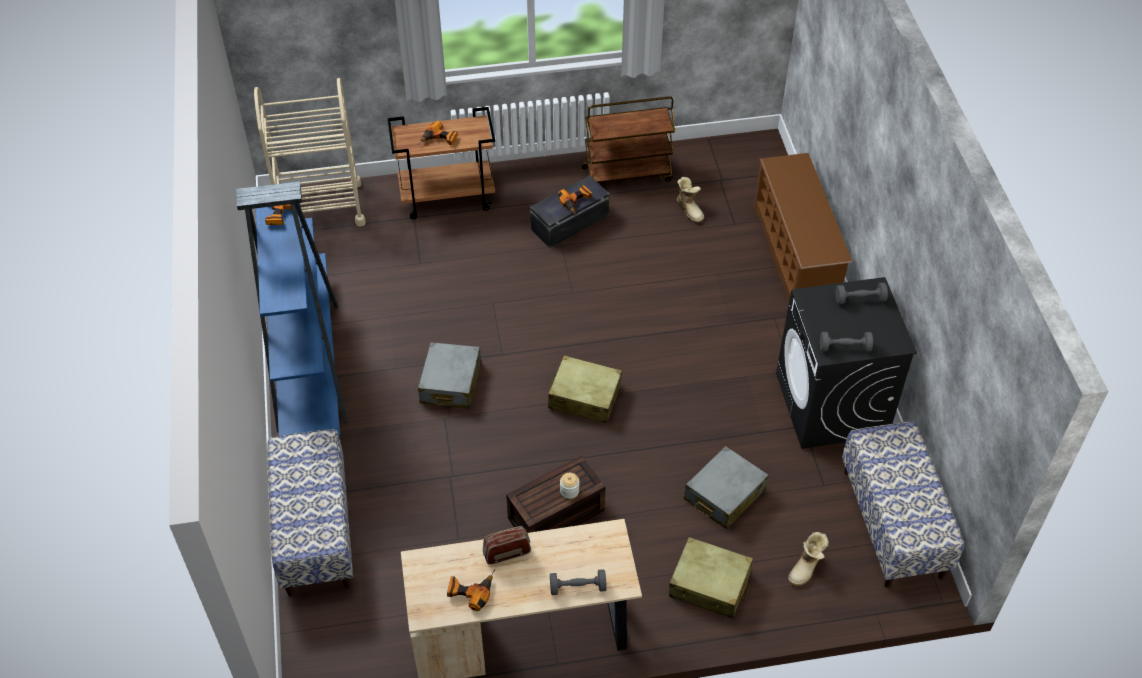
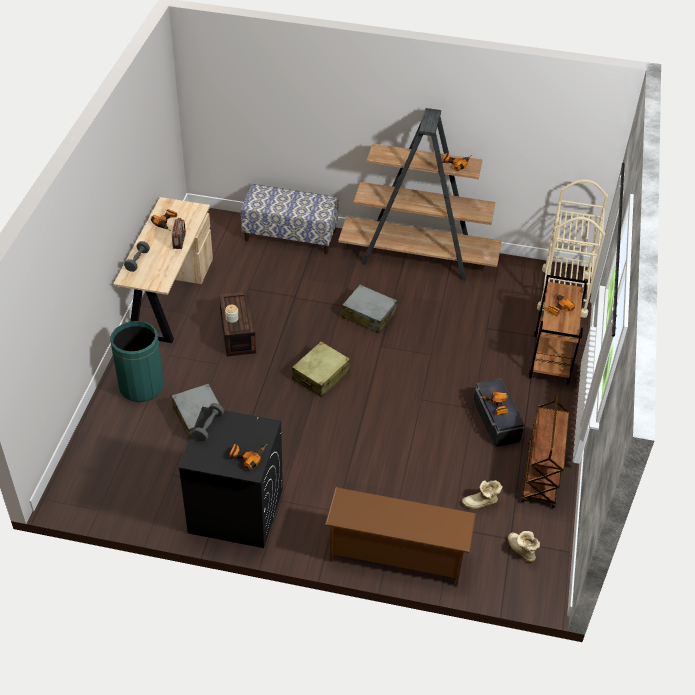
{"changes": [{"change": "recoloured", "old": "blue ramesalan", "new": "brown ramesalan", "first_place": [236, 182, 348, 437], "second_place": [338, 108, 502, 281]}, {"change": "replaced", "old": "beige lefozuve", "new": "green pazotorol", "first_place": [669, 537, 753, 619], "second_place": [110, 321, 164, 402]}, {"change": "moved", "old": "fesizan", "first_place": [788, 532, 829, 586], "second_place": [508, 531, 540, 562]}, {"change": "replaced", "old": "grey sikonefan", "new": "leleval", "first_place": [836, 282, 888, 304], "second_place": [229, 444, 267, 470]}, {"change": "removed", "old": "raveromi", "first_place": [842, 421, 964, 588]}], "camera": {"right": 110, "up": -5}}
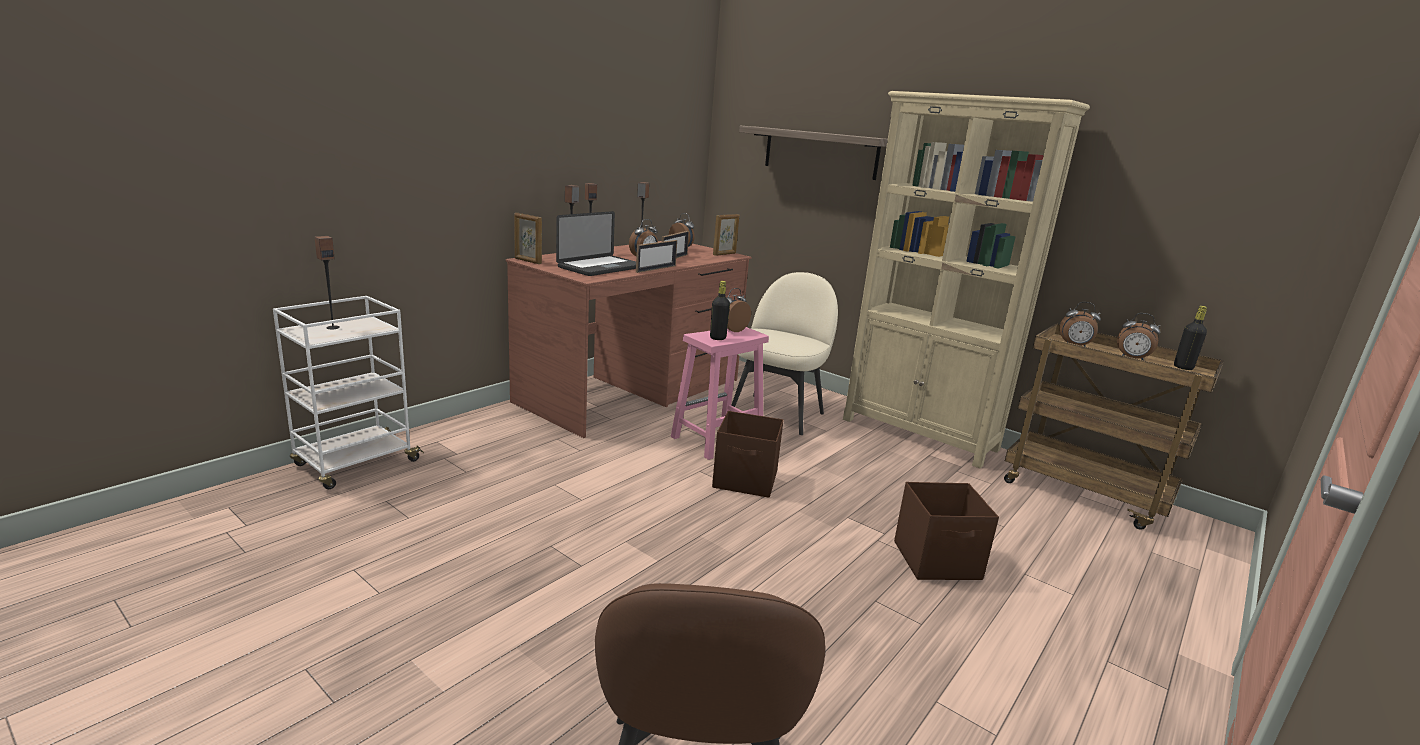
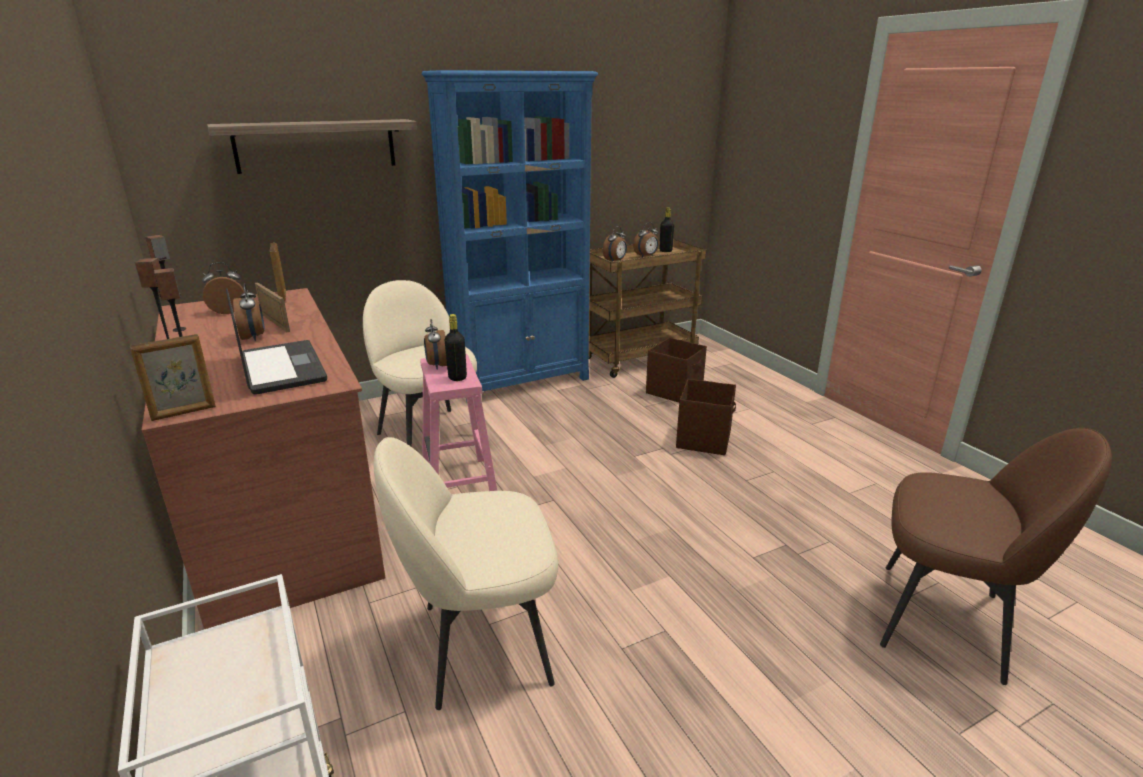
{"changes": [{"change": "removed", "old": "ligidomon", "first_place": [314, 236, 340, 329]}, {"change": "removed", "old": "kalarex", "first_place": [636, 240, 677, 273]}, {"change": "moved", "old": "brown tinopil", "first_place": [712, 411, 784, 498], "second_place": [646, 338, 707, 403]}, {"change": "recoloured", "old": "beige ramesalan", "new": "blue ramesalan", "first_place": [843, 91, 1090, 468], "second_place": [422, 70, 598, 401]}, {"change": "added", "new": "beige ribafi", "second_place": [374, 437, 558, 710]}], "camera": {"right": -65, "up": 5}}
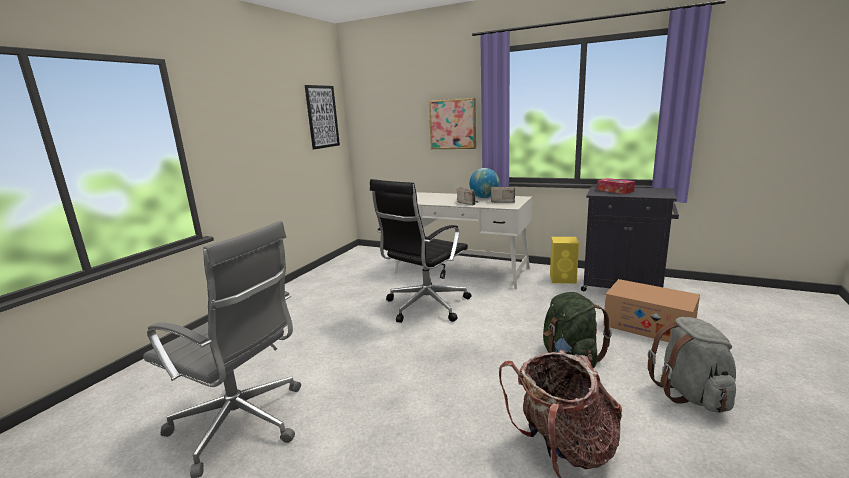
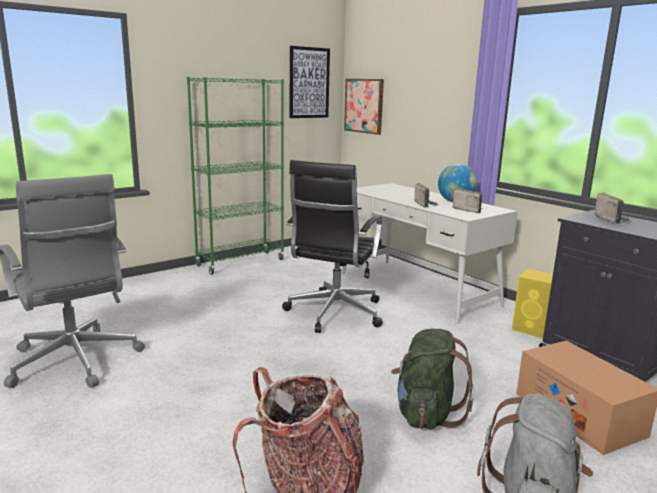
{"changes": [{"change": "turned", "old": "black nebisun", "first_place": [370, 179, 471, 323], "second_place": [282, 160, 383, 333], "degrees": -45}, {"change": "moved", "old": "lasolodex", "first_place": [429, 98, 476, 149], "second_place": [344, 79, 384, 135]}, {"change": "replaced", "old": "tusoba", "new": "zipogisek", "first_place": [597, 178, 635, 194], "second_place": [595, 192, 631, 224]}, {"change": "added", "new": "green ramesalan", "second_place": [187, 77, 284, 275]}], "camera": {"right": 25, "up": 0}}
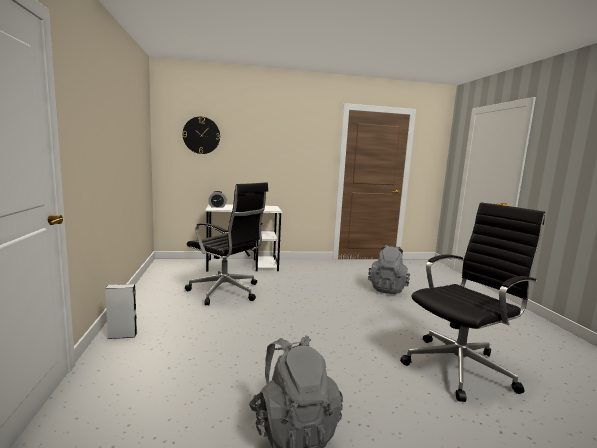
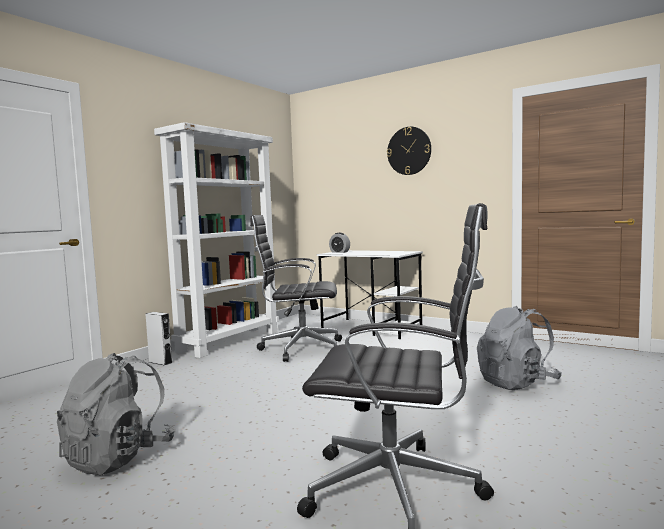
{"changes": [{"change": "moved", "old": "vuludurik", "first_place": [183, 117, 220, 154], "second_place": [387, 127, 431, 175]}, {"change": "turned", "old": "black nebisun", "first_place": [185, 182, 268, 306], "second_place": [250, 215, 342, 362], "degrees": 105}, {"change": "added", "new": "white ramesalan", "second_place": [154, 122, 279, 358]}], "camera": {"right": 45, "up": -5}}
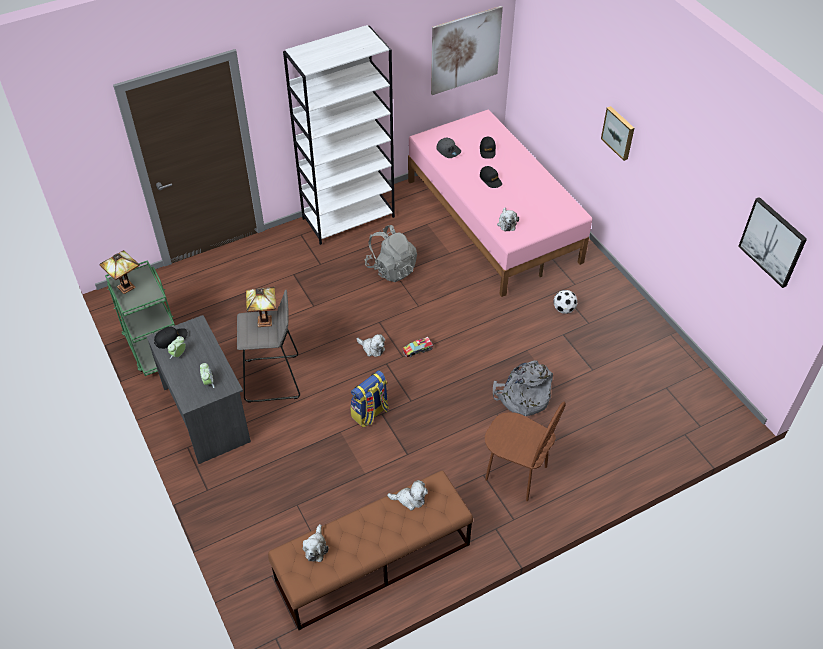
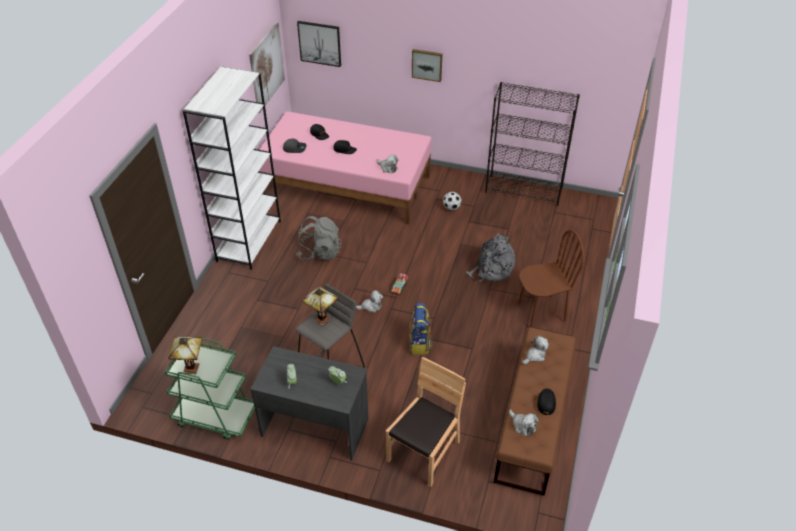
{"changes": [{"change": "moved", "old": "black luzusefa", "first_place": [154, 327, 188, 349], "second_place": [537, 389, 556, 415]}, {"change": "moved", "old": "lasolodex", "first_place": [738, 197, 807, 288], "second_place": [297, 21, 341, 67]}, {"change": "added", "new": "brown ribafi", "second_place": [385, 357, 466, 487]}, {"change": "added", "new": "black ramesalan", "second_place": [485, 82, 580, 206]}], "camera": {"right": -45, "up": -5}}
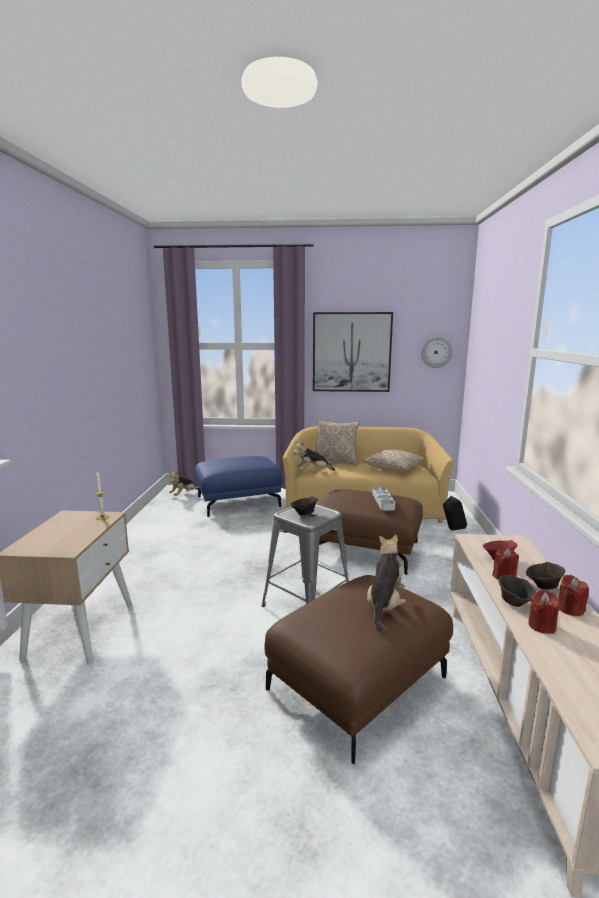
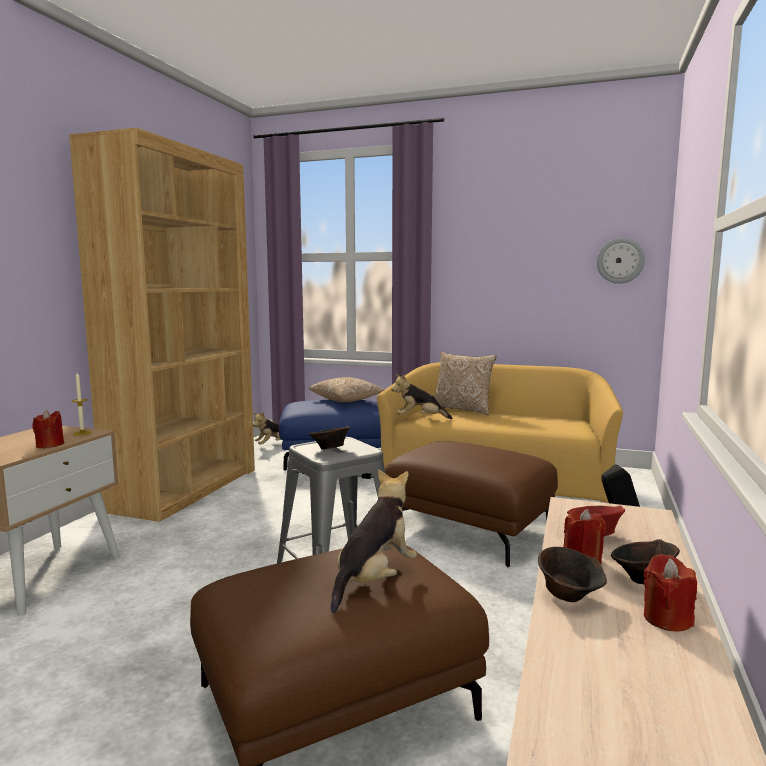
{"changes": [{"change": "removed", "old": "lasolodex", "first_place": [313, 312, 393, 392]}, {"change": "moved", "old": "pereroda", "first_place": [364, 449, 425, 472], "second_place": [309, 377, 385, 402]}, {"change": "removed", "old": "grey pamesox", "first_place": [372, 486, 395, 511]}, {"change": "moved", "old": "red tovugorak", "first_place": [528, 590, 560, 634], "second_place": [32, 410, 64, 448]}, {"change": "added", "new": "brown ramesalan", "second_place": [69, 128, 255, 522]}], "camera": {"right": 15, "up": -5}}
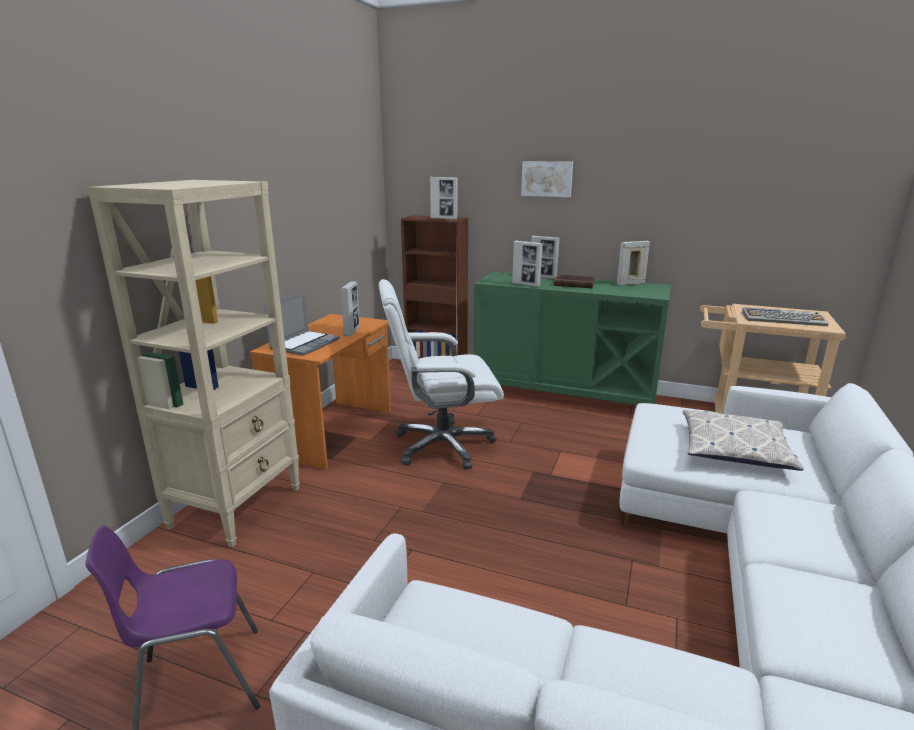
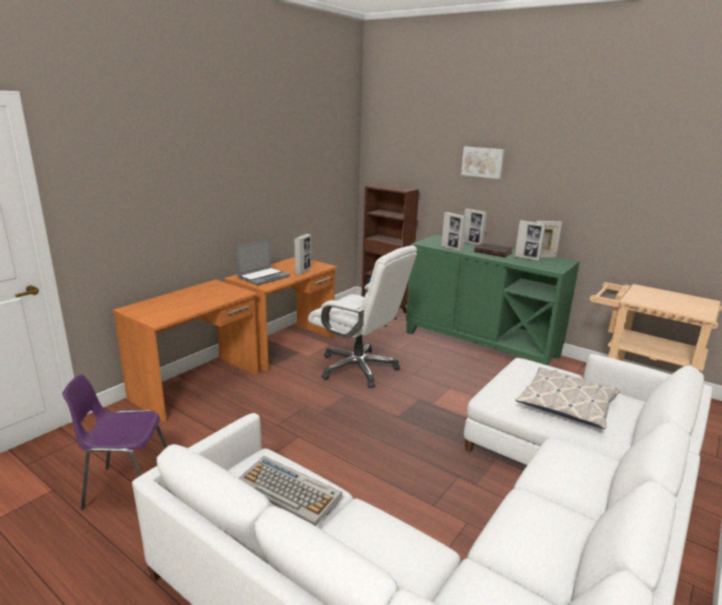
{"changes": [{"change": "replaced", "old": "beige ramesalan", "new": "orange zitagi", "first_place": [87, 180, 300, 547], "second_place": [113, 279, 258, 422]}, {"change": "turned", "old": "white nebisun", "first_place": [379, 279, 504, 469], "second_place": [308, 245, 417, 388], "degrees": -150}, {"change": "moved", "old": "kalarex", "first_place": [430, 177, 458, 219], "second_place": [514, 220, 546, 261]}, {"change": "moved", "old": "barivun", "first_place": [742, 307, 829, 326], "second_place": [239, 456, 342, 526]}], "camera": {"right": 15, "up": 0}}
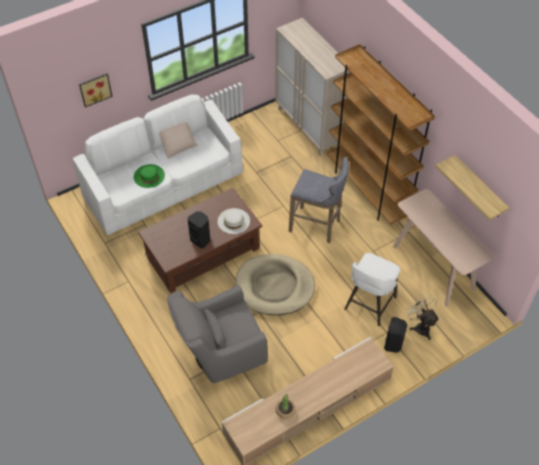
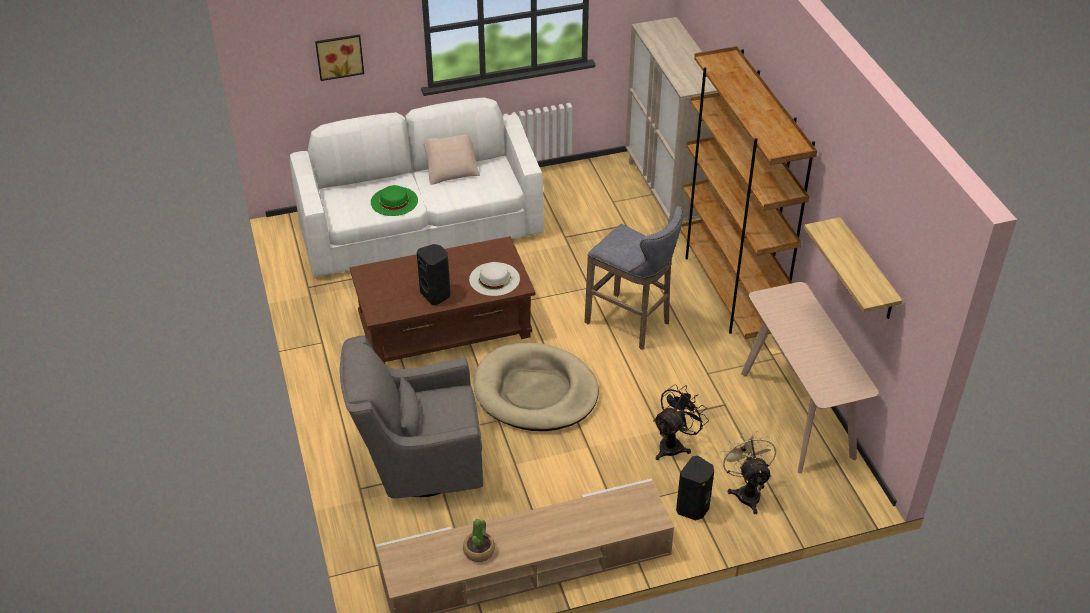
{"changes": [{"change": "replaced", "old": "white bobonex", "new": "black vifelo", "first_place": [344, 253, 400, 326], "second_place": [653, 384, 709, 460]}], "camera": {"right": 15, "up": -10}}
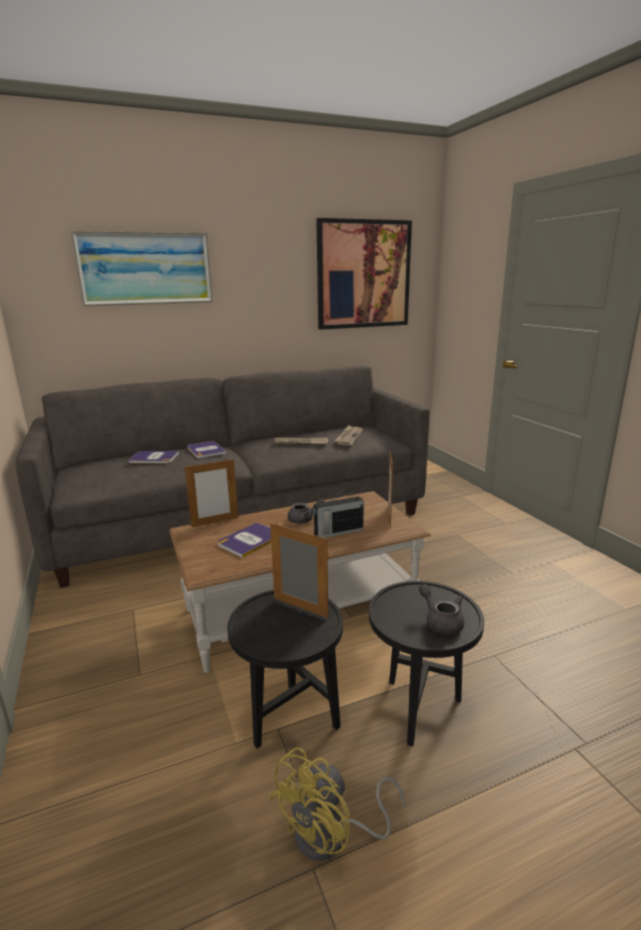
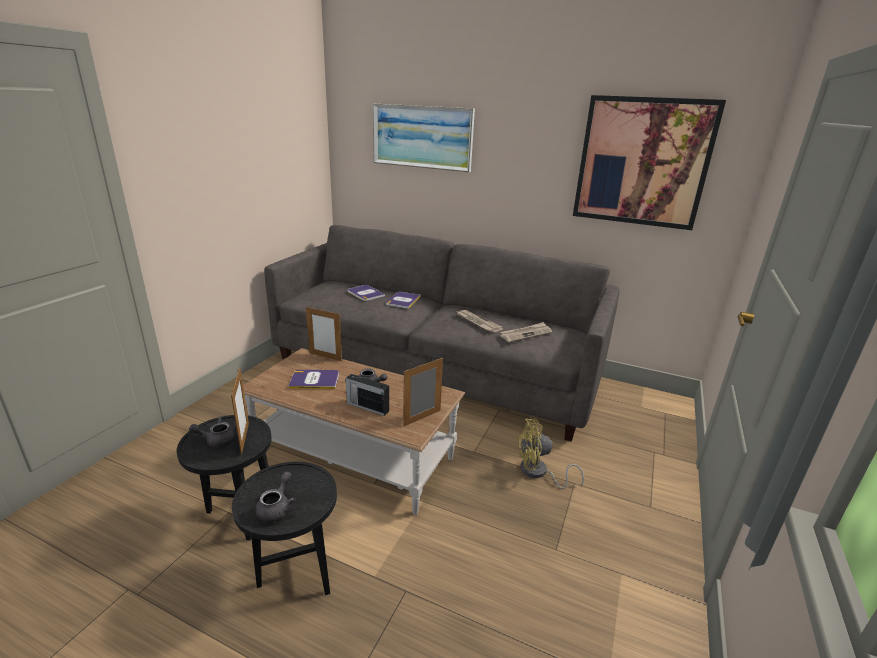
{"changes": [{"change": "moved", "old": "yellow vifelo", "first_place": [269, 747, 405, 861], "second_place": [518, 419, 584, 489]}, {"change": "added", "new": "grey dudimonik", "second_place": [189, 416, 236, 447]}], "camera": {"right": 45, "up": 5}}
